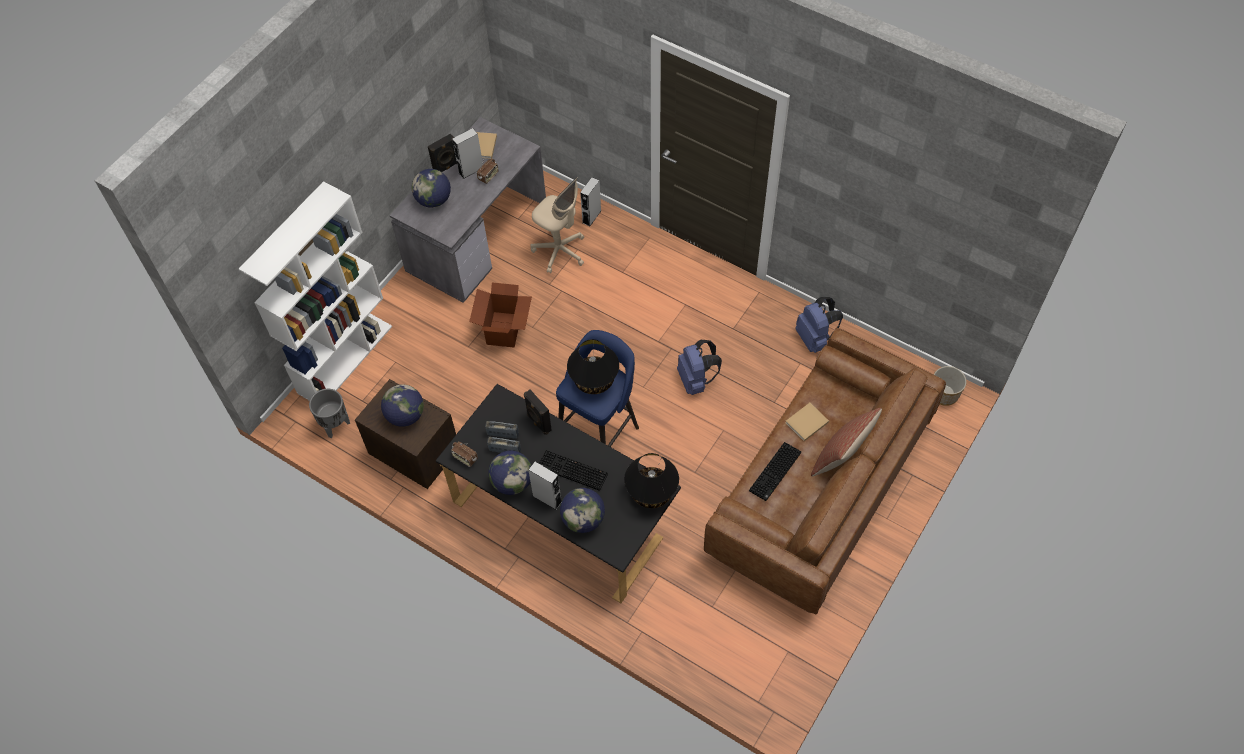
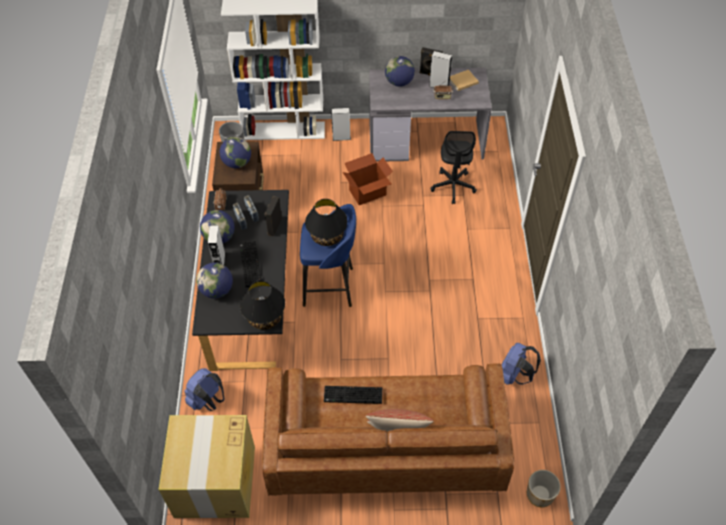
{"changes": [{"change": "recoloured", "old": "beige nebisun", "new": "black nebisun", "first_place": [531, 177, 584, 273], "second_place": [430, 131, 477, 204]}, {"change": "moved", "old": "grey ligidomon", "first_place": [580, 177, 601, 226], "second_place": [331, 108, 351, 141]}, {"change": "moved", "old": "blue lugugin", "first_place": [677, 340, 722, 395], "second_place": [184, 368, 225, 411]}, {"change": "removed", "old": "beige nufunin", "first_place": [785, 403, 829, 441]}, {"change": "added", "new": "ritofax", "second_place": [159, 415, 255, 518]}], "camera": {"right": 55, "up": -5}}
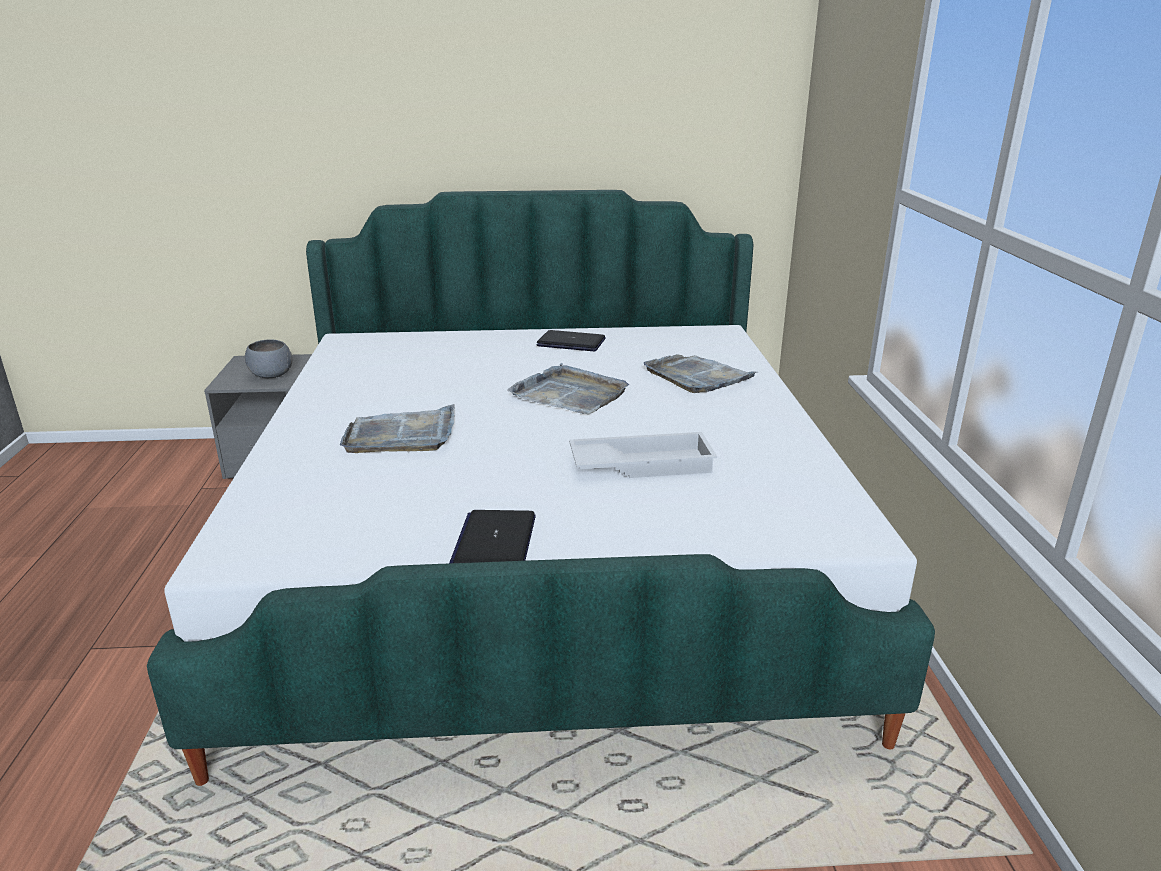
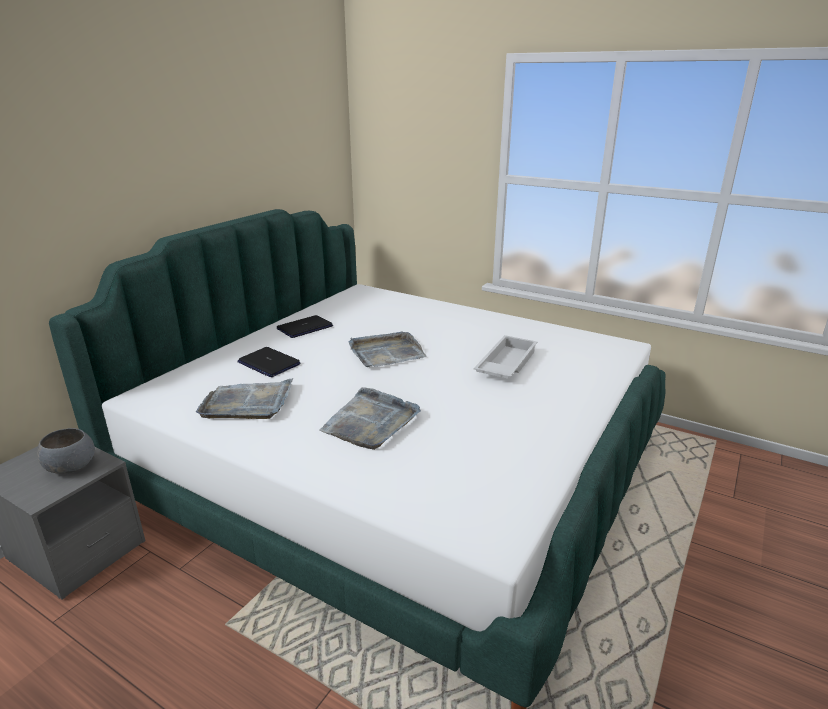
{"changes": [{"change": "moved", "old": "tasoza", "first_place": [449, 510, 535, 563], "second_place": [237, 347, 300, 377]}, {"change": "moved", "old": "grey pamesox", "first_place": [644, 354, 757, 393], "second_place": [196, 378, 293, 419]}], "camera": {"right": -55, "up": 0}}
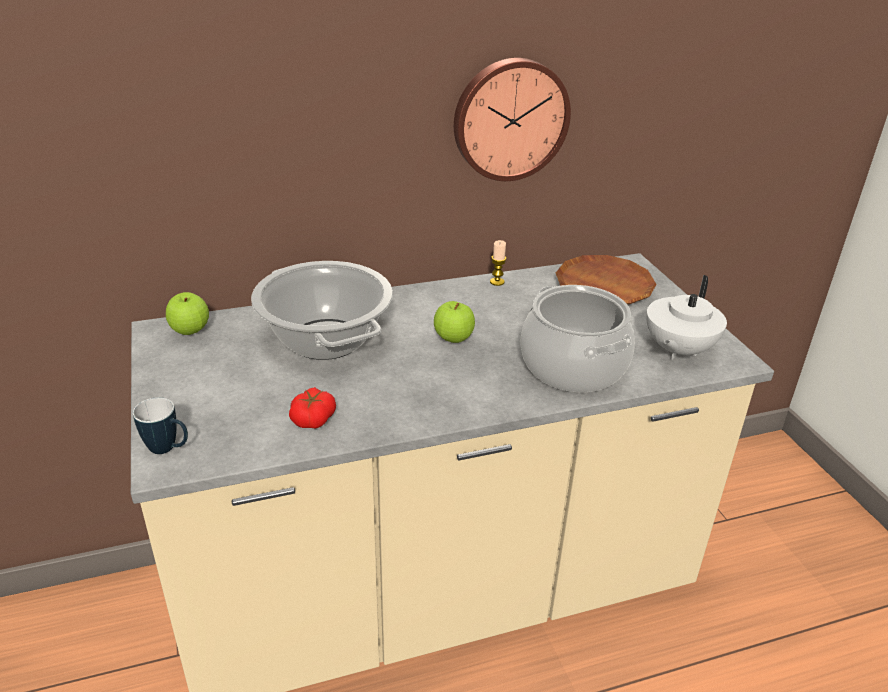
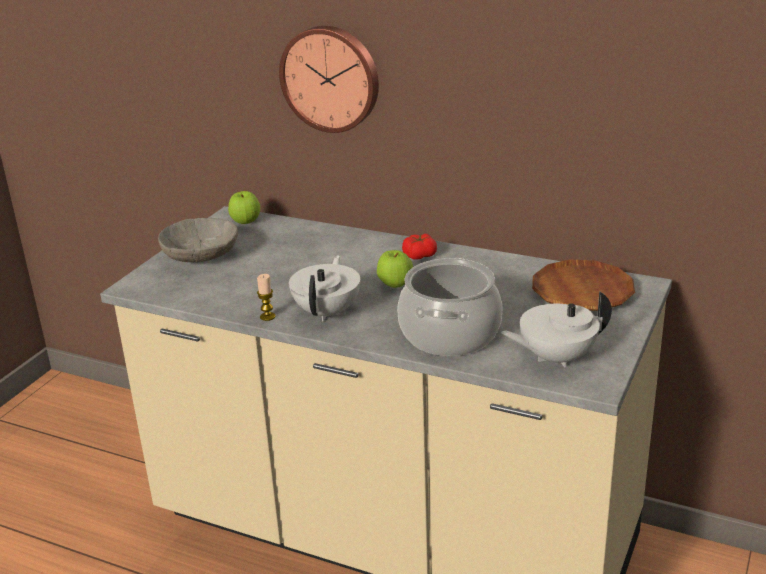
{"changes": [{"change": "removed", "old": "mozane", "first_place": [133, 397, 188, 454]}, {"change": "removed", "old": "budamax", "first_place": [251, 261, 393, 360]}, {"change": "moved", "old": "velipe", "first_place": [289, 387, 336, 429], "second_place": [402, 234, 437, 260]}, {"change": "moved", "old": "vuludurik", "first_place": [454, 58, 571, 181], "second_place": [279, 26, 379, 133]}, {"change": "moved", "old": "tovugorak", "first_place": [490, 240, 506, 286], "second_place": [257, 274, 275, 321]}, {"change": "added", "new": "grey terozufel", "second_place": [158, 218, 238, 262]}, {"change": "added", "new": "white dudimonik", "second_place": [289, 255, 360, 321]}], "camera": {"right": 45, "up": -5}}
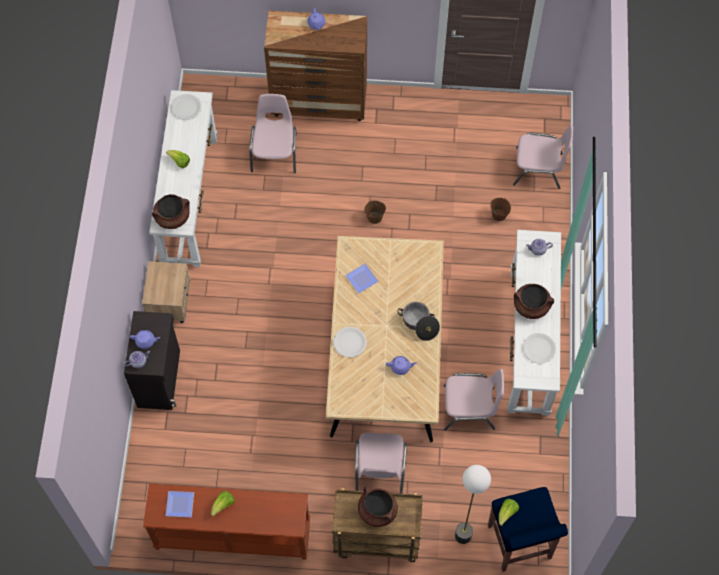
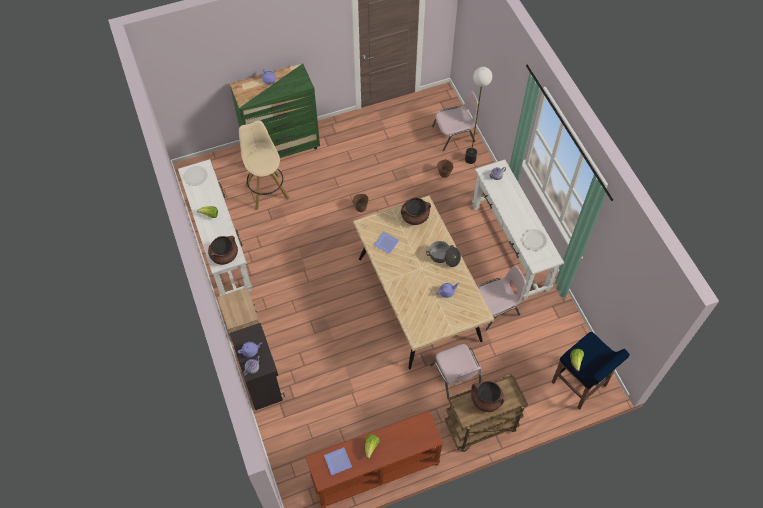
{"changes": [{"change": "replaced", "old": "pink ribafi", "new": "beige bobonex", "first_place": [249, 94, 297, 174], "second_place": [239, 120, 290, 210]}, {"change": "recoloured", "old": "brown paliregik", "new": "green paliregik", "first_place": [264, 11, 367, 121], "second_place": [230, 63, 320, 158]}, {"change": "removed", "old": "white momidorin", "first_place": [333, 327, 366, 357]}, {"change": "moved", "old": "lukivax", "first_place": [455, 465, 491, 544], "second_place": [465, 67, 492, 164]}, {"change": "moved", "old": "brown budamax", "first_place": [514, 284, 554, 319], "second_place": [401, 198, 431, 225]}], "camera": {"right": -25, "up": -5}}
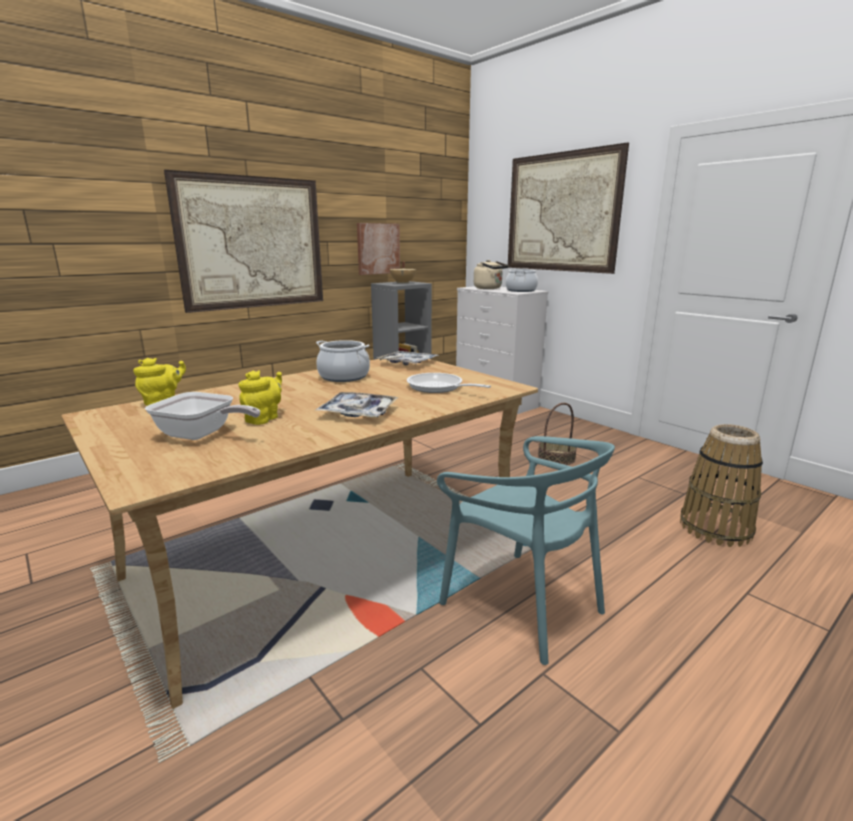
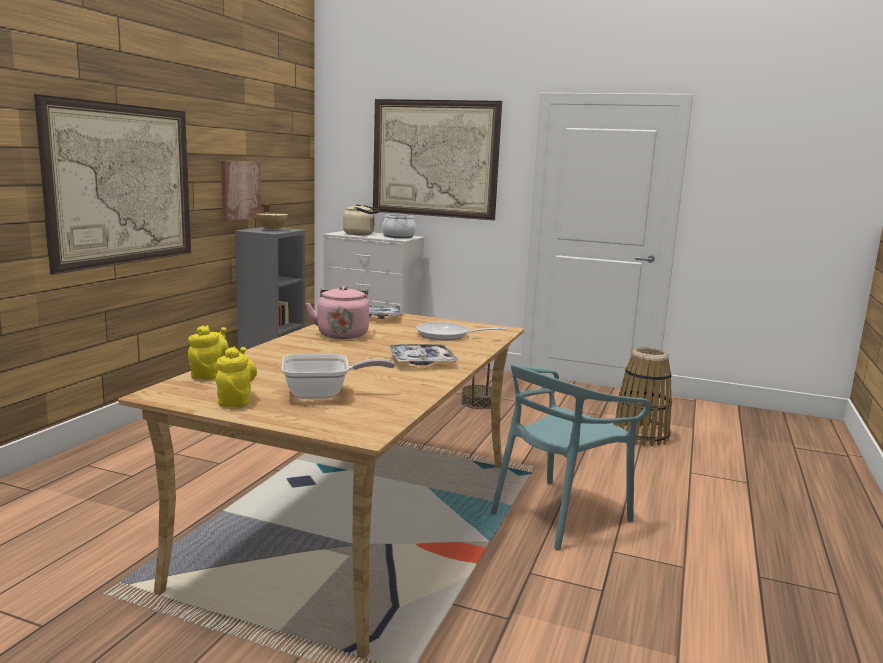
{"changes": [{"change": "moved", "old": "yellow dudimonik", "first_place": [238, 370, 282, 425], "second_place": [215, 346, 257, 407]}, {"change": "replaced", "old": "budamax", "new": "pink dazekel", "first_place": [316, 340, 370, 382], "second_place": [306, 286, 369, 339]}, {"change": "turned", "old": "turquoise ribafi", "first_place": [437, 436, 615, 665], "second_place": [491, 364, 651, 550], "degrees": 120}], "camera": {"right": -30, "up": -5}}
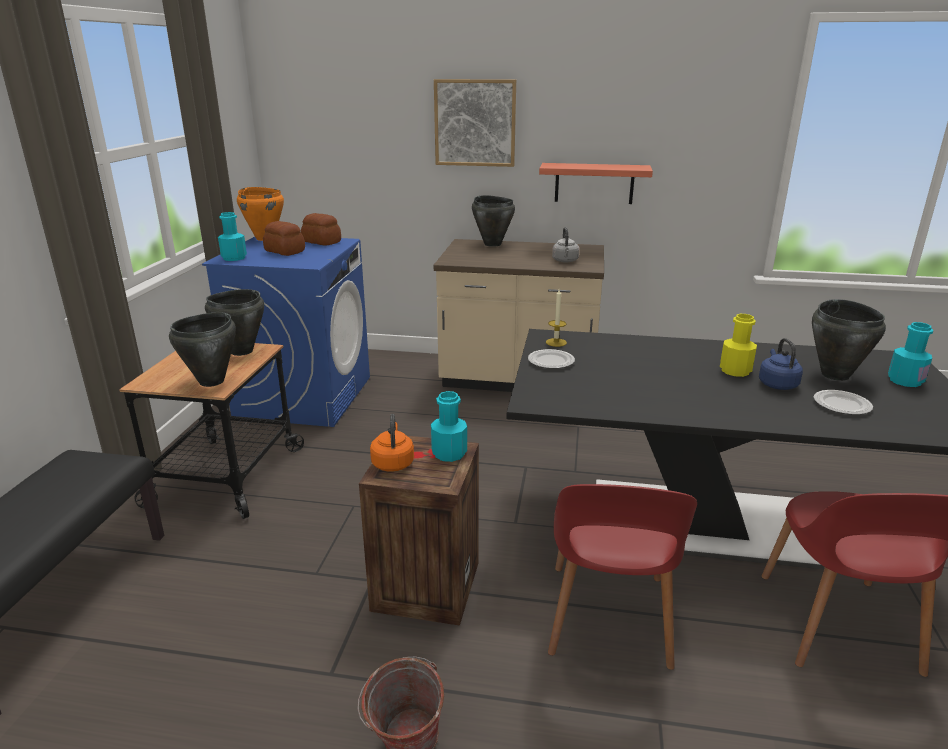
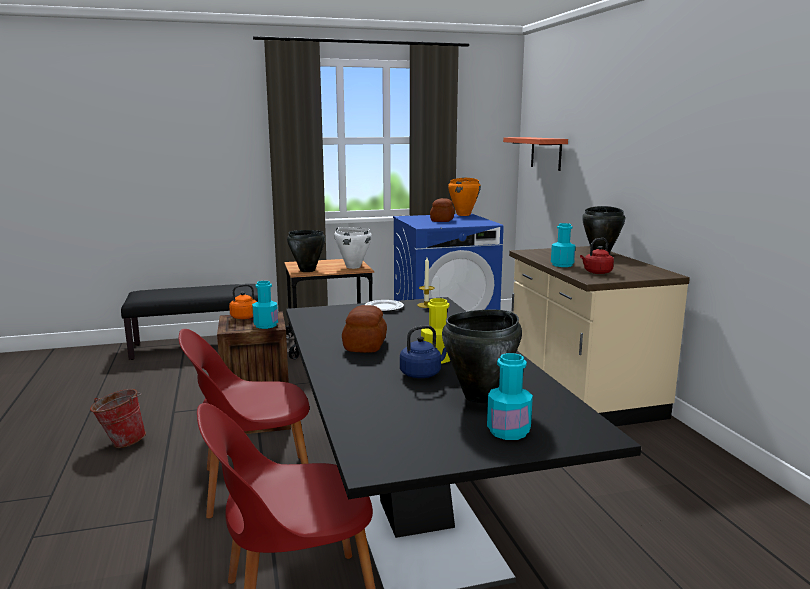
{"changes": [{"change": "recoloured", "old": "black budamax", "new": "white budamax", "first_place": [205, 289, 264, 356], "second_place": [334, 227, 372, 269]}, {"change": "moved", "old": "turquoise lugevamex", "first_place": [218, 212, 247, 261], "second_place": [551, 223, 576, 267]}, {"change": "moved", "old": "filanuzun", "first_place": [301, 213, 341, 246], "second_place": [342, 305, 387, 353]}, {"change": "removed", "old": "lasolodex", "first_place": [434, 79, 516, 167]}, {"change": "moved", "old": "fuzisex", "first_place": [539, 163, 653, 204], "second_place": [503, 137, 568, 171]}, {"change": "recoloured", "old": "grey dazekel", "new": "red dazekel", "first_place": [552, 227, 579, 263], "second_place": [580, 238, 614, 274]}, {"change": "removed", "old": "momidorin", "first_place": [814, 390, 873, 415]}], "camera": {"right": 65, "up": -10}}
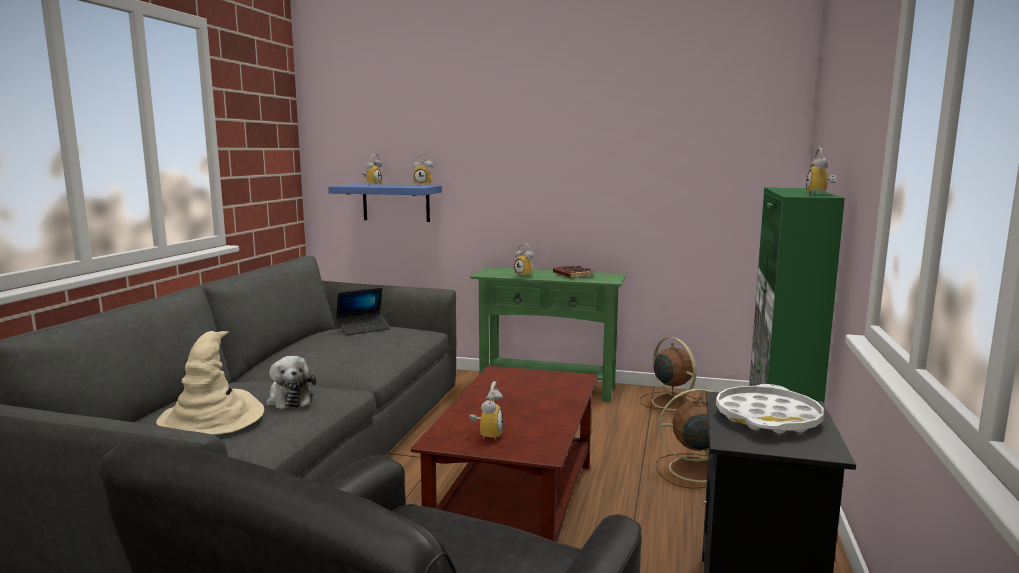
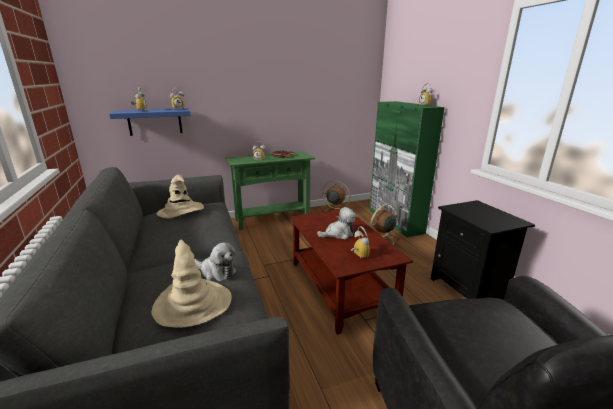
{"changes": [{"change": "replaced", "old": "tasoza", "new": "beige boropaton", "first_place": [336, 288, 390, 335], "second_place": [157, 175, 204, 218]}, {"change": "removed", "old": "white pamesox", "first_place": [716, 384, 824, 434]}, {"change": "added", "new": "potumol", "second_place": [317, 207, 356, 240]}], "camera": {"right": -35, "up": 10}}
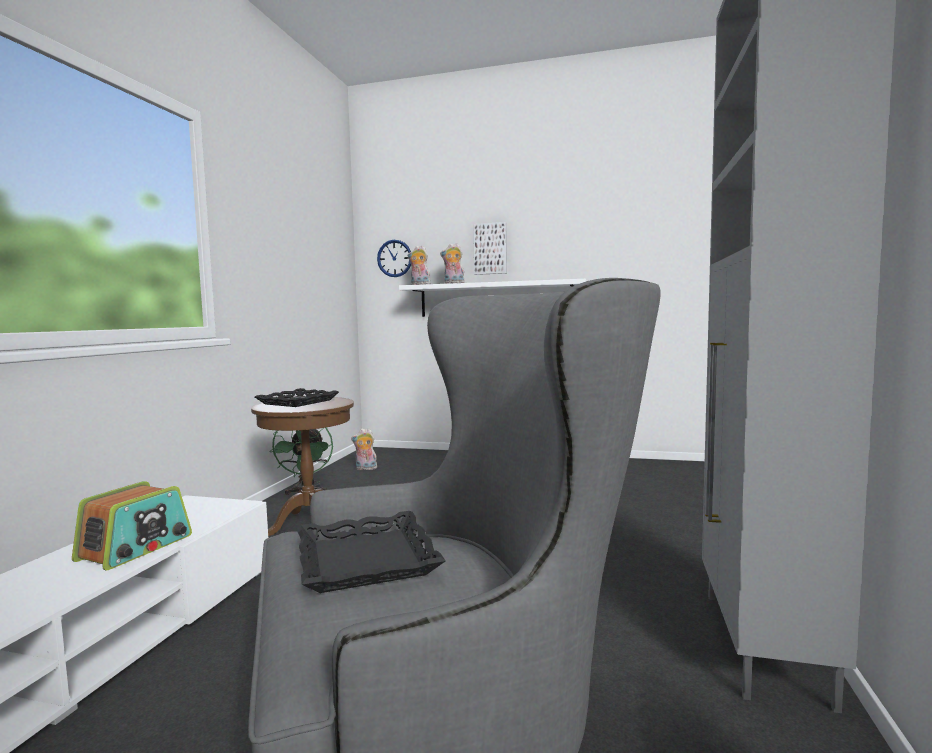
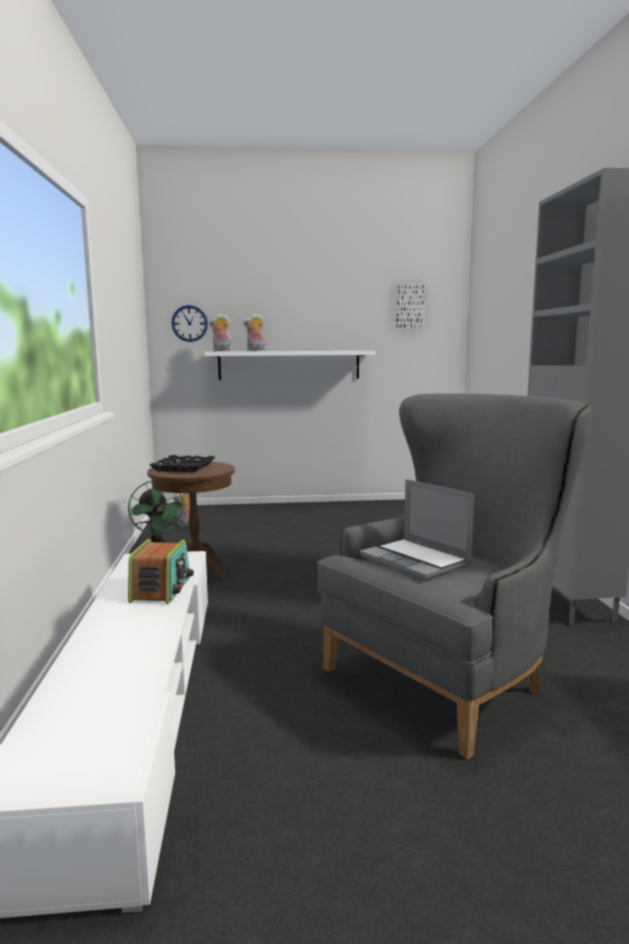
{"changes": [{"change": "replaced", "old": "black pamesox", "new": "tasoza", "first_place": [298, 511, 446, 593], "second_place": [360, 479, 475, 580]}, {"change": "moved", "old": "lasolodex", "first_place": [473, 222, 507, 275], "second_place": [395, 284, 426, 330]}], "camera": {"right": -20, "up": 5}}
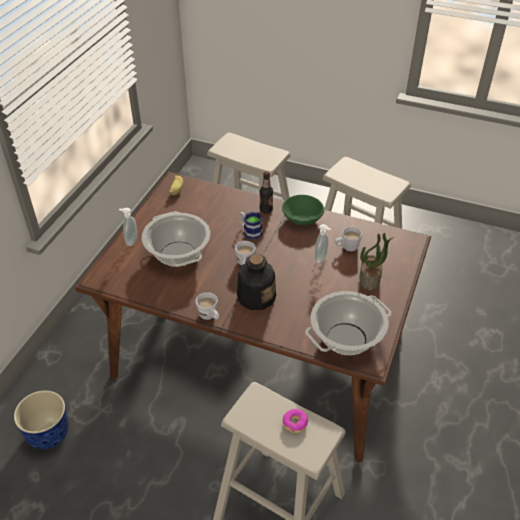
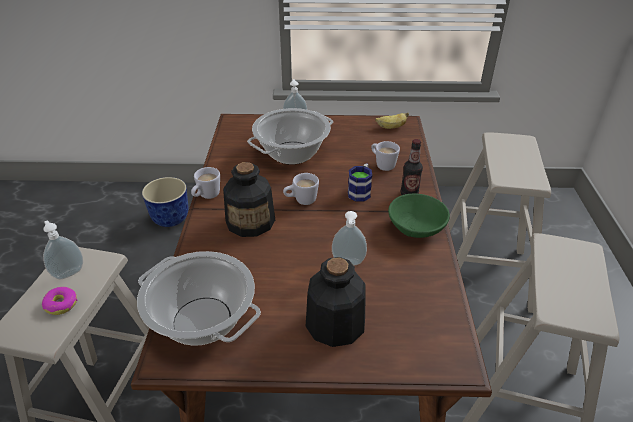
{"changes": [{"change": "moved", "old": "white mozane", "first_place": [335, 227, 362, 251], "second_place": [371, 141, 400, 171]}, {"change": "replaced", "old": "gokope", "new": "lugevamex", "first_place": [359, 233, 395, 290], "second_place": [306, 257, 366, 347]}, {"change": "added", "new": "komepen", "second_place": [43, 220, 83, 279]}], "camera": {"right": 70, "up": -5}}
